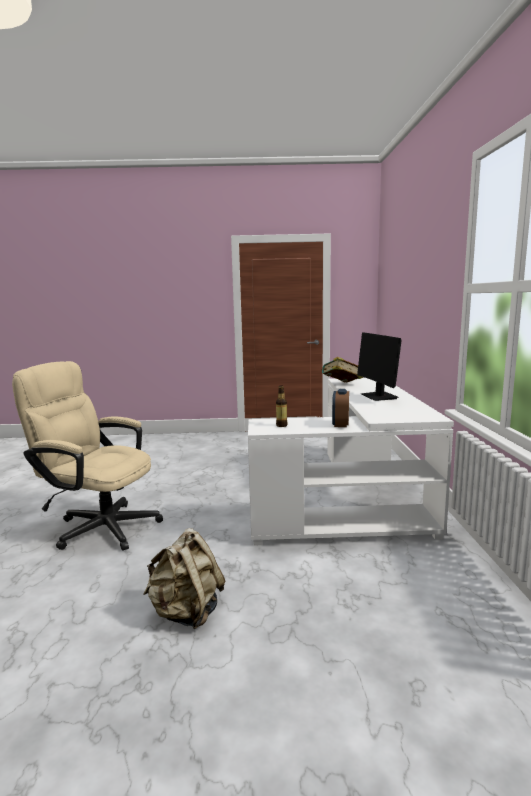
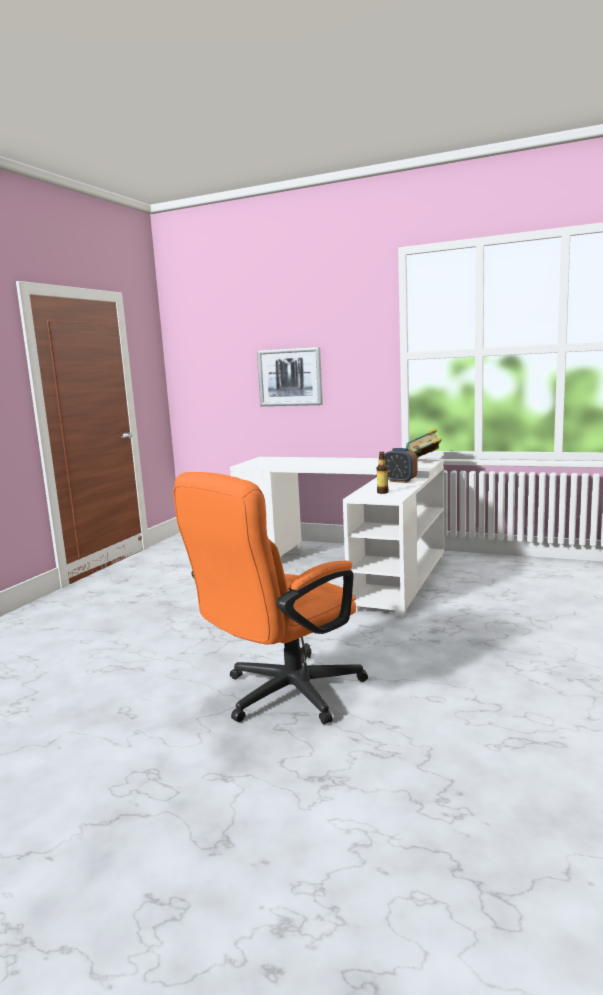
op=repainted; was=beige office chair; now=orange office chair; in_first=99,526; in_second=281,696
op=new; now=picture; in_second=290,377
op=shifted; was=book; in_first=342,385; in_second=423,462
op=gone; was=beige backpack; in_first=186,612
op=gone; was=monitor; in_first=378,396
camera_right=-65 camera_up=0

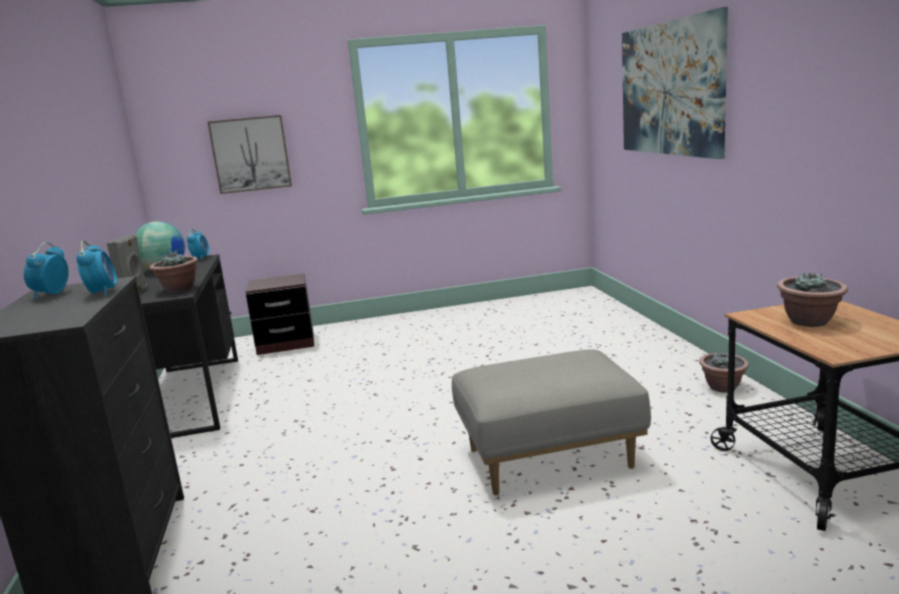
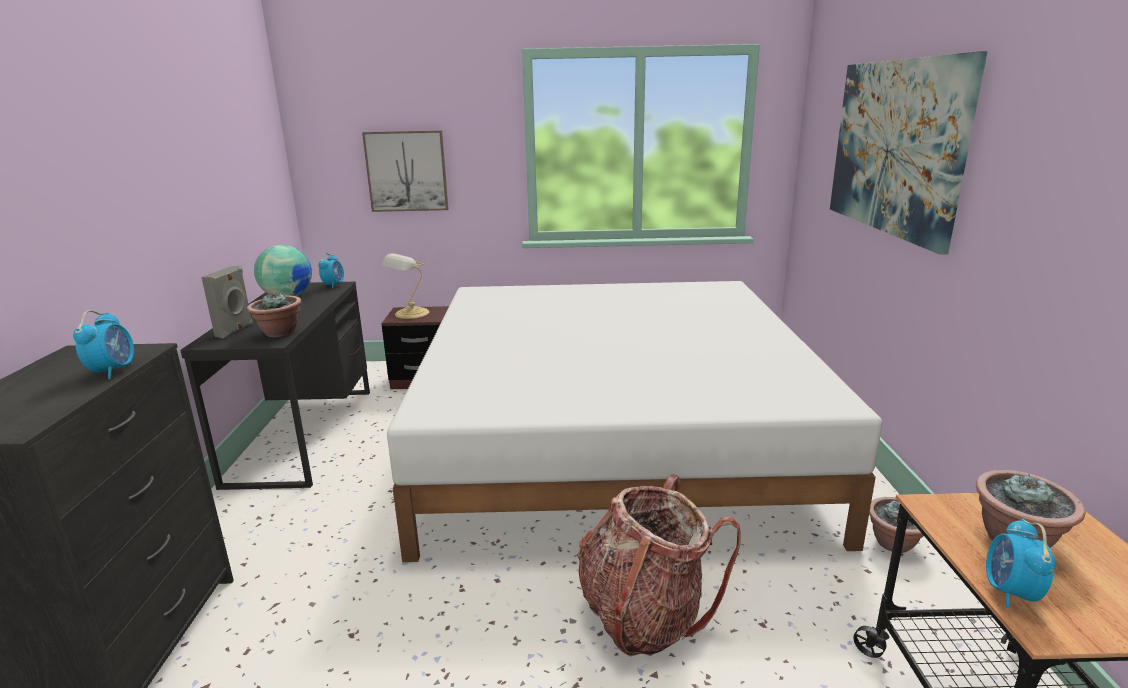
op=new; now=table lamp; in_second=410,314
op=new; now=white bed; in_second=613,436
op=swapped; was=grey ottoman; now=backpack; in_first=549,458; in_second=644,615
op=shifted; was=alarm clock; in_first=51,295; in_second=1010,593
camera_right=10 camera_up=5

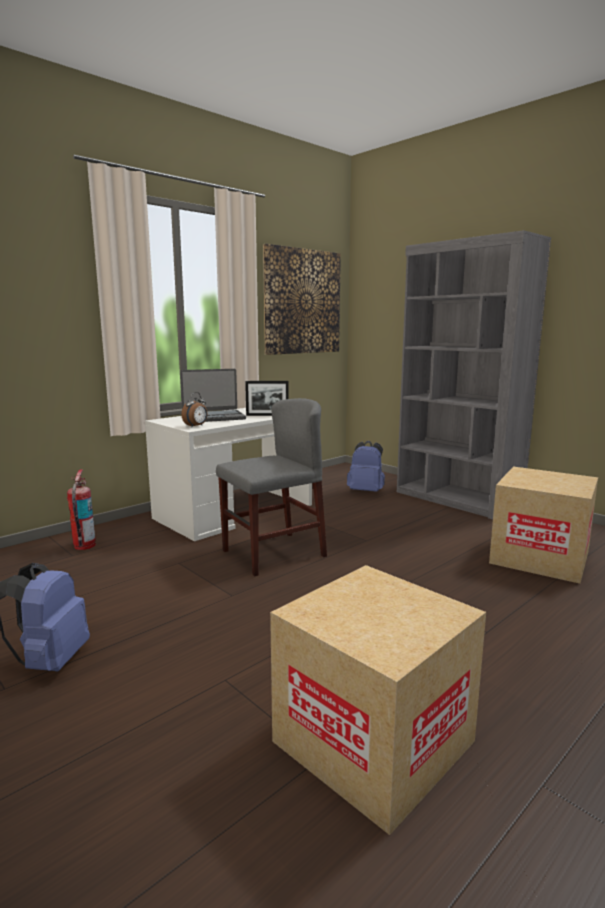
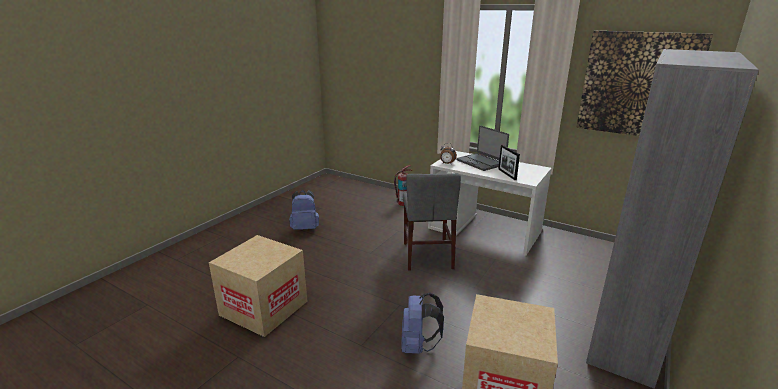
op=shifted; was=blue backpack; in_first=366,491; in_second=418,346
op=rotated; was=grey chair; in_first=273,553; in_second=427,255; clockwise=45
camera_right=75 camera_up=10

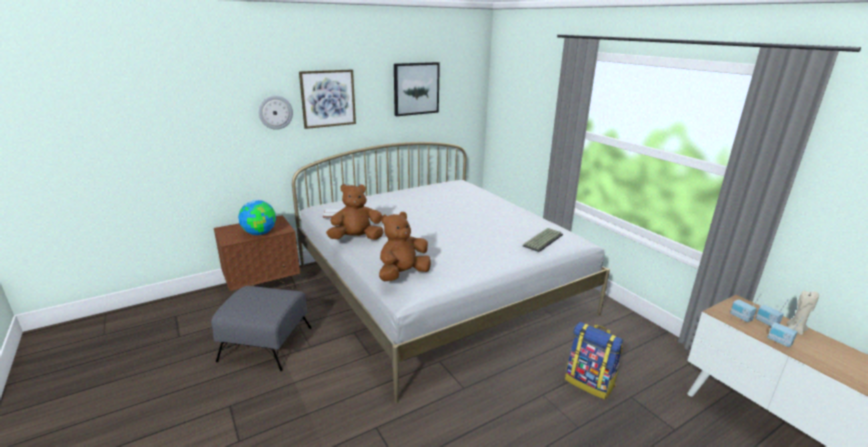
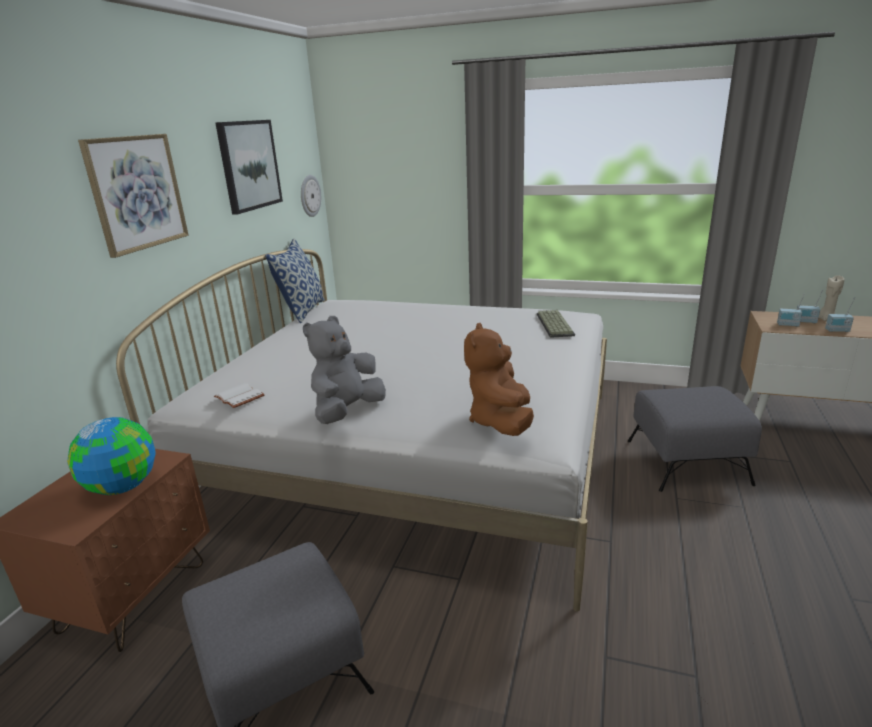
op=new; now=pillow; in_second=302,311
op=shifted; was=wall clock; in_first=275,112; in_second=309,196
op=repainted; was=brown plush toy; now=grey plush toy; in_first=356,238; in_second=347,411
op=swapped; was=backpack; now=grey ottoman; in_first=590,383; in_second=688,462
camera_right=-40 camera_up=0

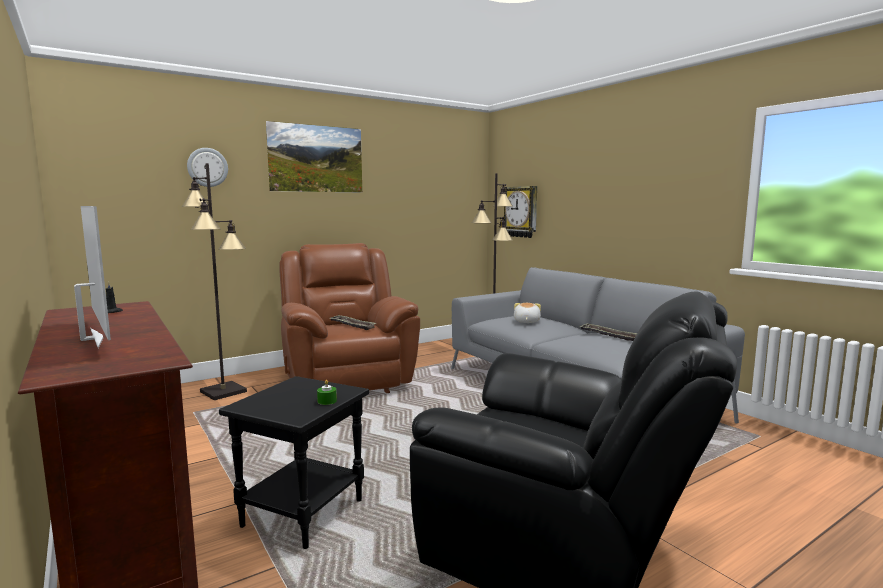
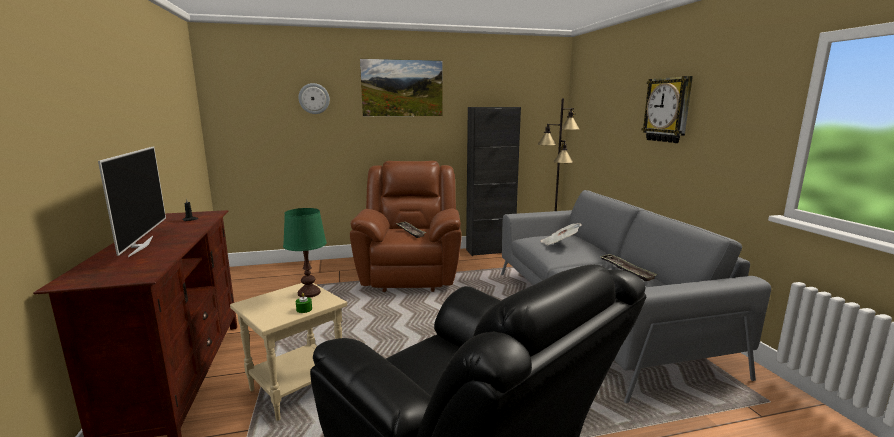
op=repainted; was=black side table; now=beige side table; in_first=303,514; in_second=297,390
op=new; now=green table lamp; in_second=308,293
op=new; now=black cabinet; in_second=490,251
op=swapped; was=plush toy; now=newspaper; in_first=526,322; in_second=559,244
op=shifted; was=wall clock; in_first=521,212; in_second=668,110
op=gone; was=black floor lamp; in_first=223,391
camera_right=20 camera_up=5

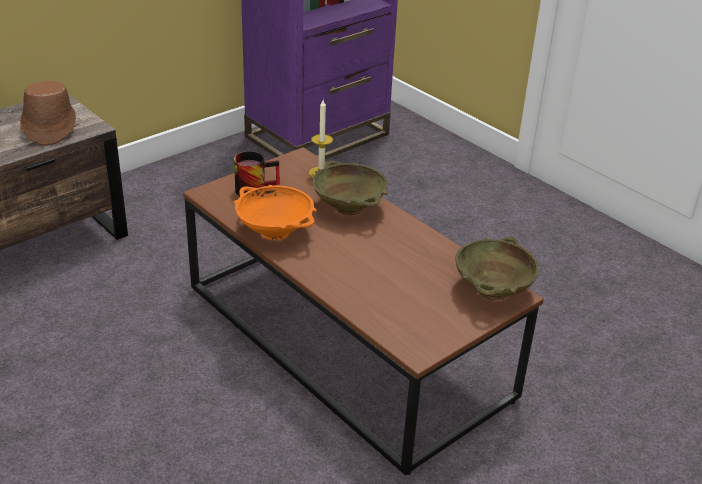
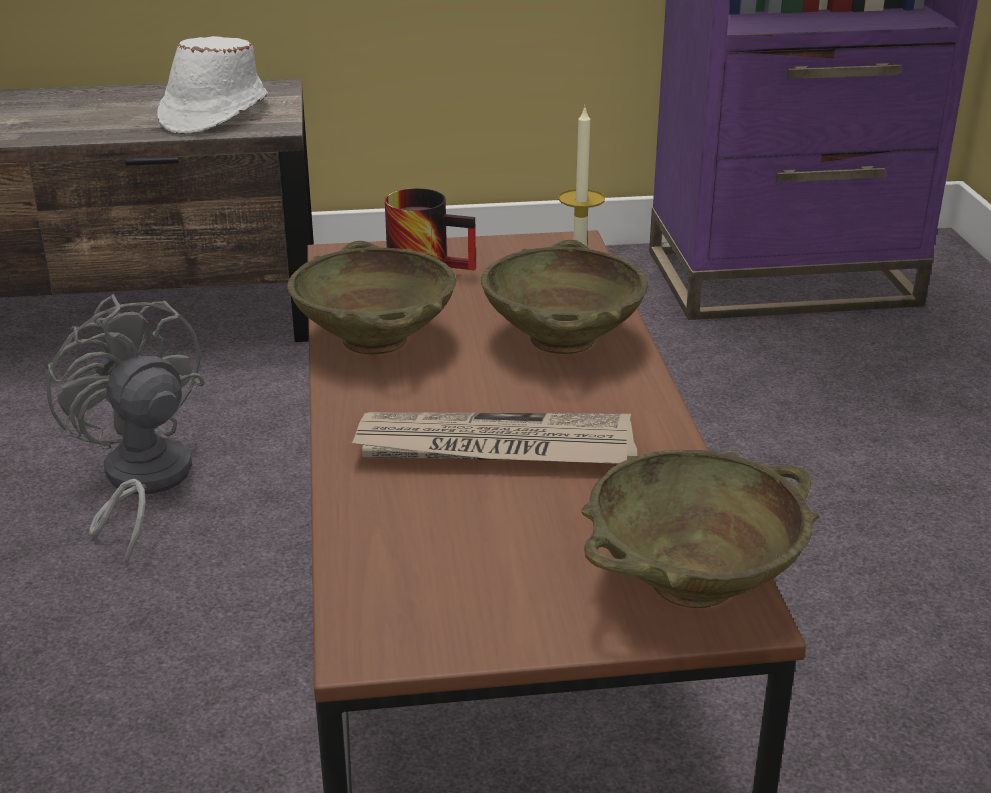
op=new; now=grey fan; in_second=140,484
op=repainted; was=brown hat; now=white hat; in_first=48,127; in_second=213,114
op=repainted; was=orange bowl; now=beige bowl; in_first=274,231; in_second=375,339
op=new; now=newspaper; in_second=494,448
camera_right=35 camera_up=-5

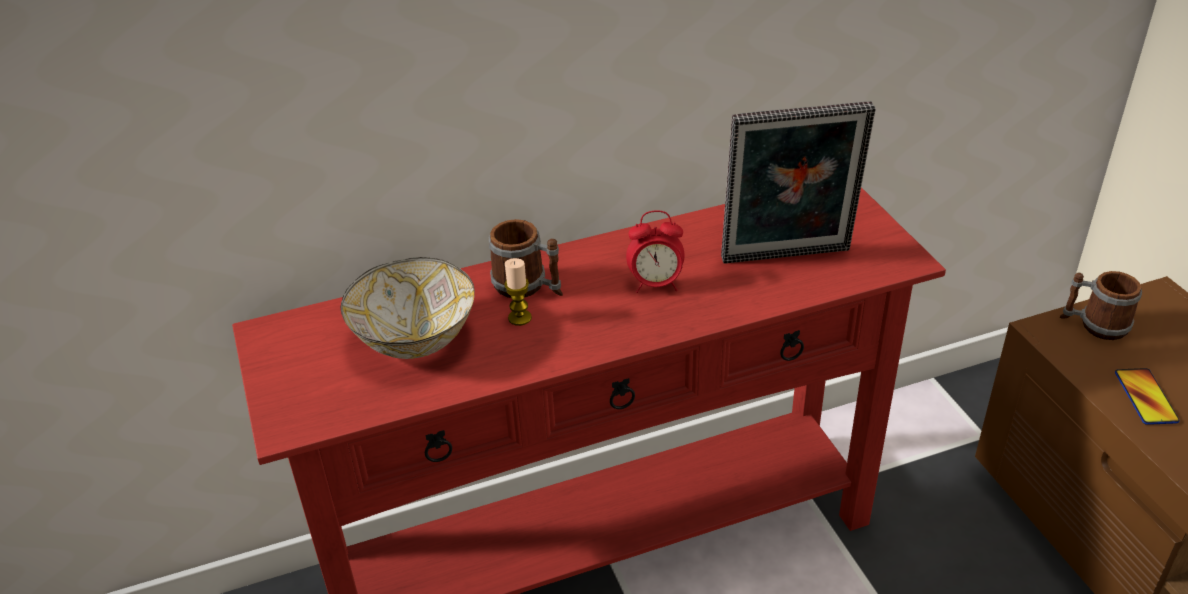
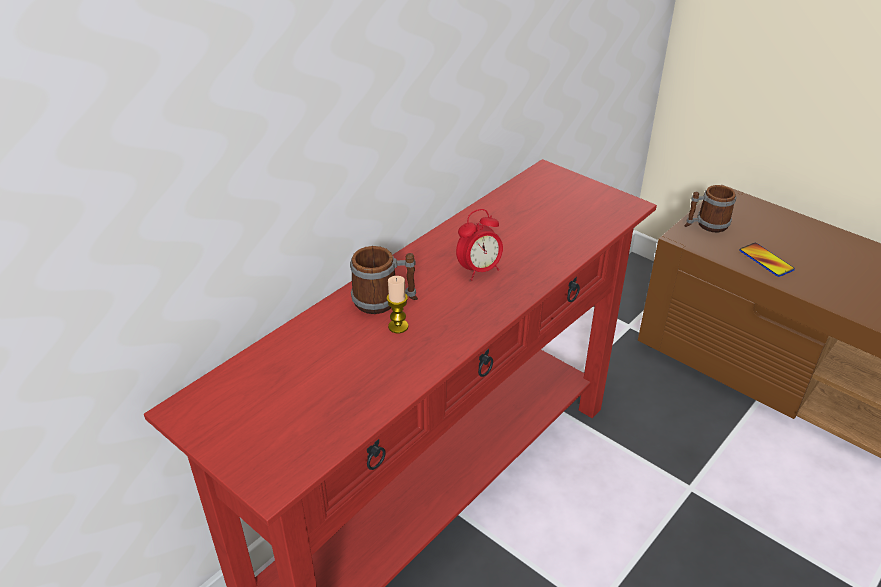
op=gone; was=bowl; in_first=413,340
op=gone; was=picture frame; in_first=787,258
camera_right=-30 camera_up=0

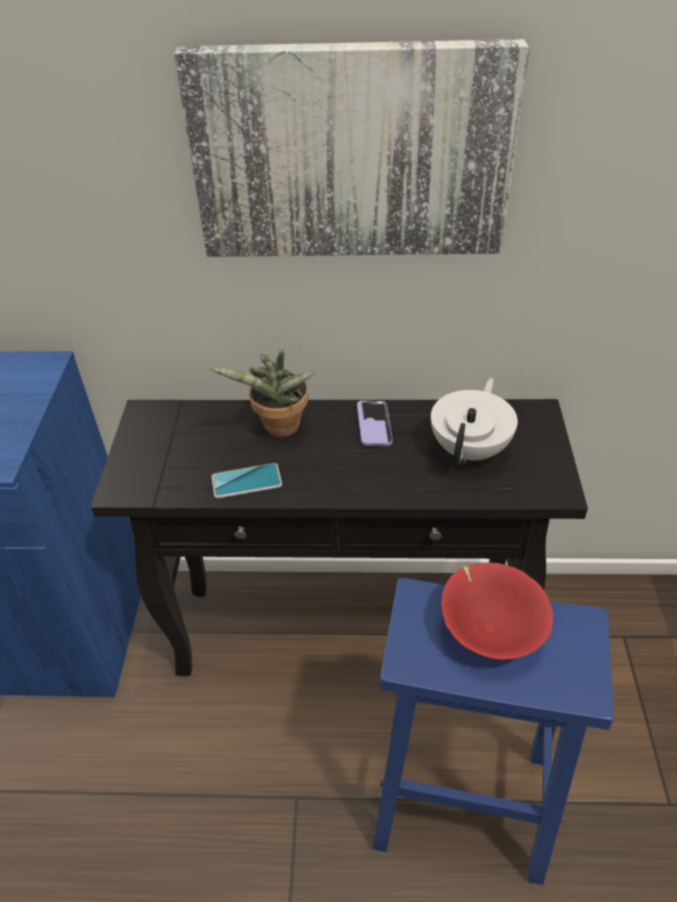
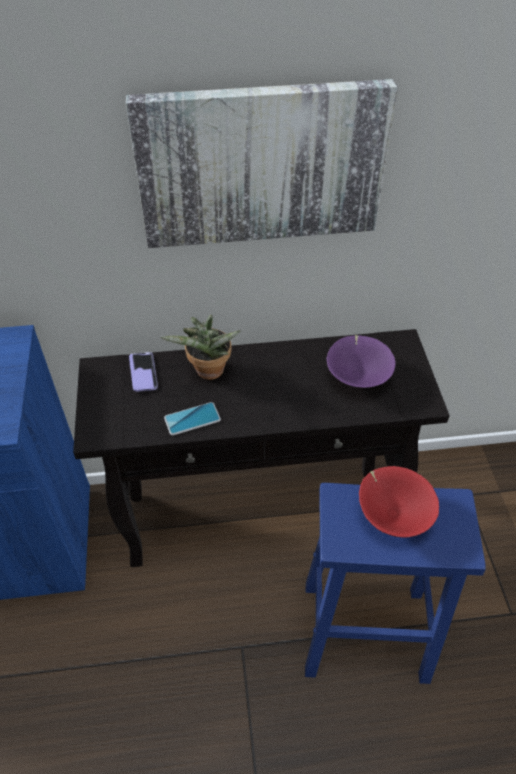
op=shifted; was=phone; in_first=374,424; in_second=143,373
op=swapped; was=white teapot; now=purple bowl; in_first=470,449; in_second=358,376
camera_right=-10 camera_up=5

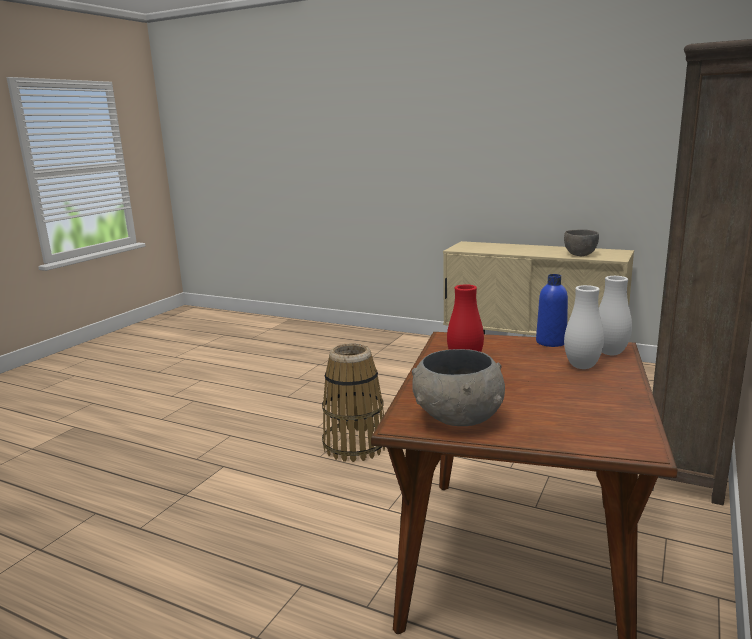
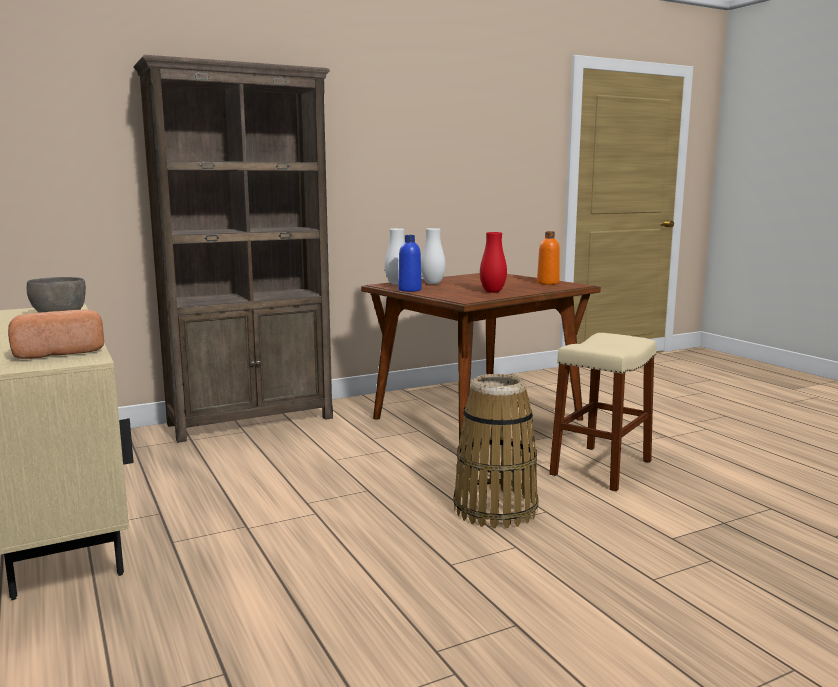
op=new; now=bread; in_second=58,352
op=swapped; was=grey bowl; now=orange bottle; in_first=458,418; in_second=548,283
op=new; now=beige stool; in_second=601,468
camera_right=-145 camera_up=-5

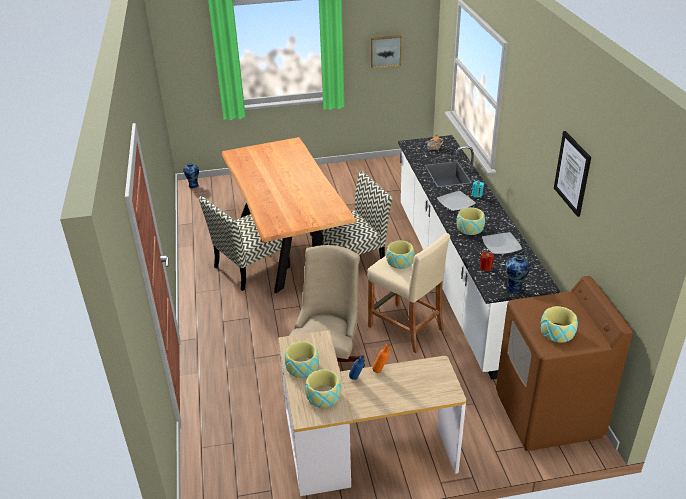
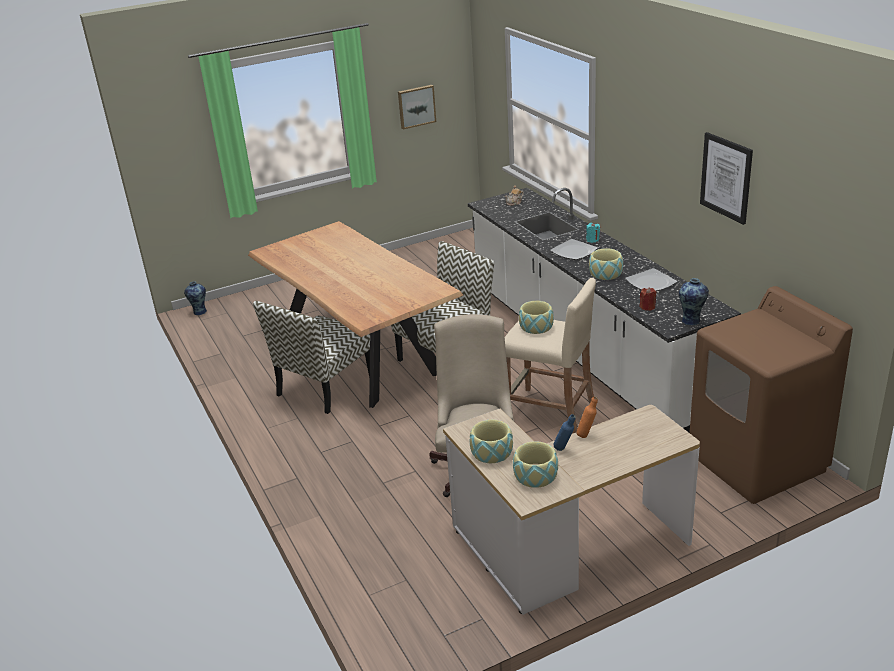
op=gone; was=bowl; in_first=557,332
camera_right=-15 camera_up=-5

